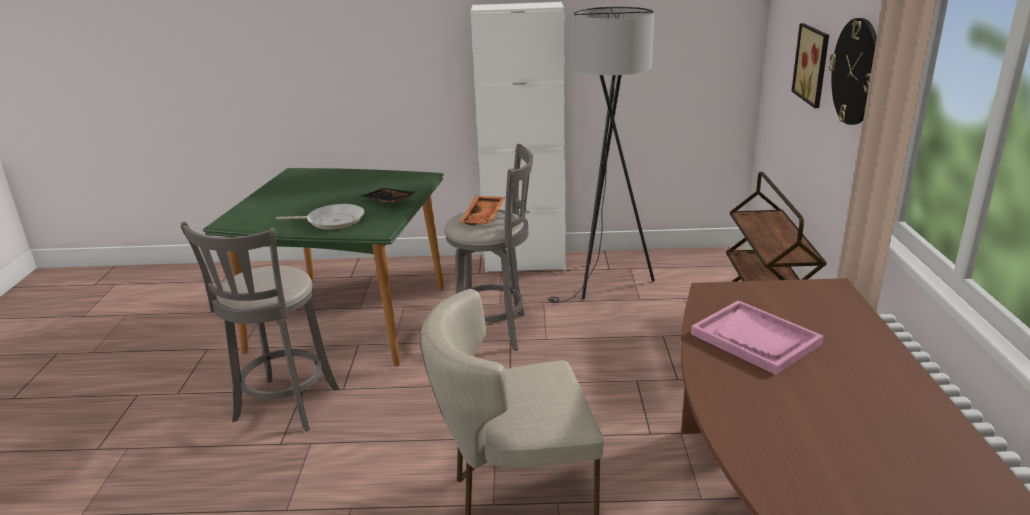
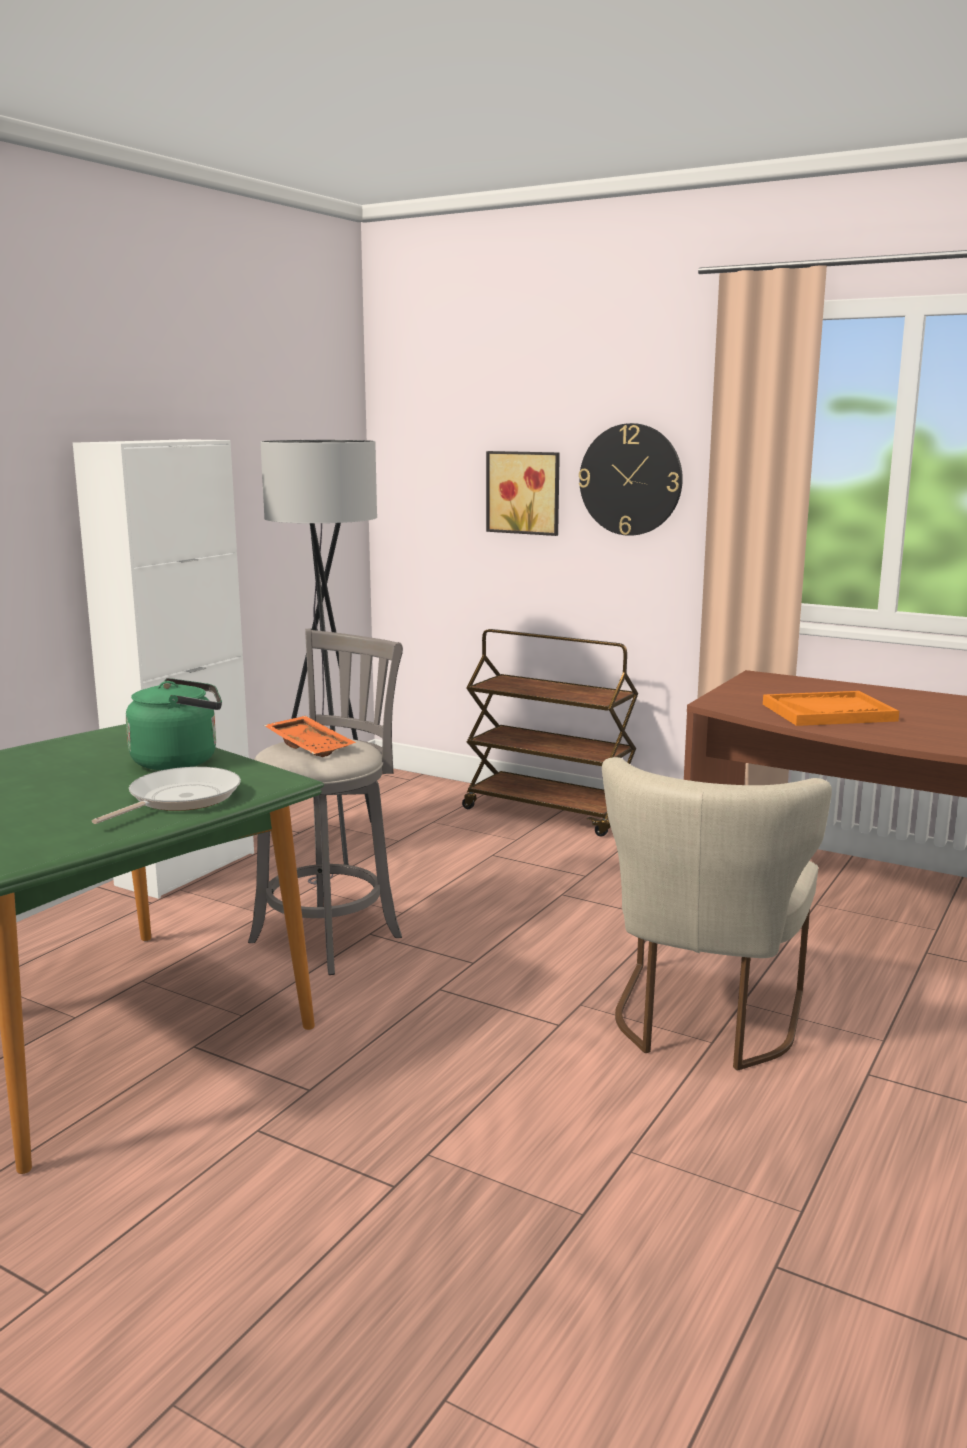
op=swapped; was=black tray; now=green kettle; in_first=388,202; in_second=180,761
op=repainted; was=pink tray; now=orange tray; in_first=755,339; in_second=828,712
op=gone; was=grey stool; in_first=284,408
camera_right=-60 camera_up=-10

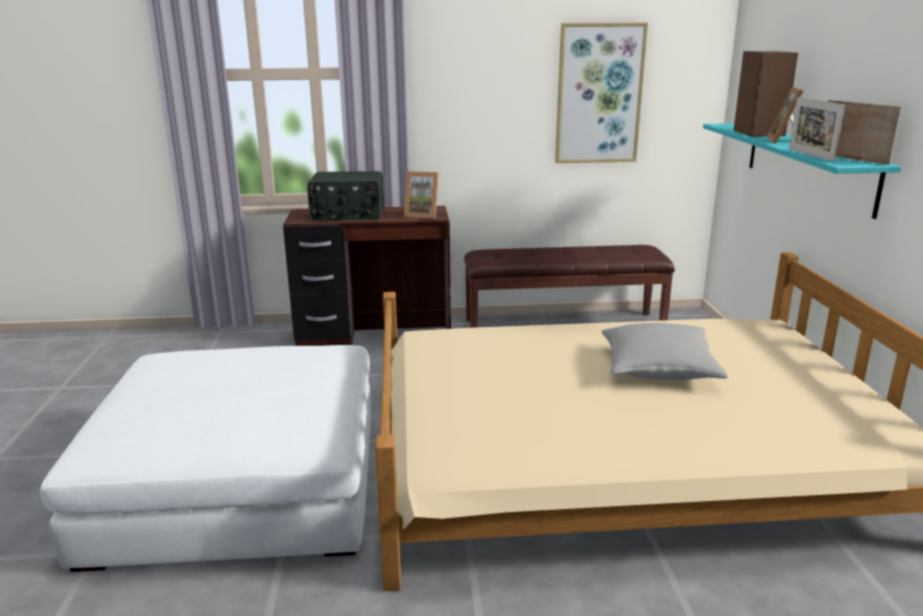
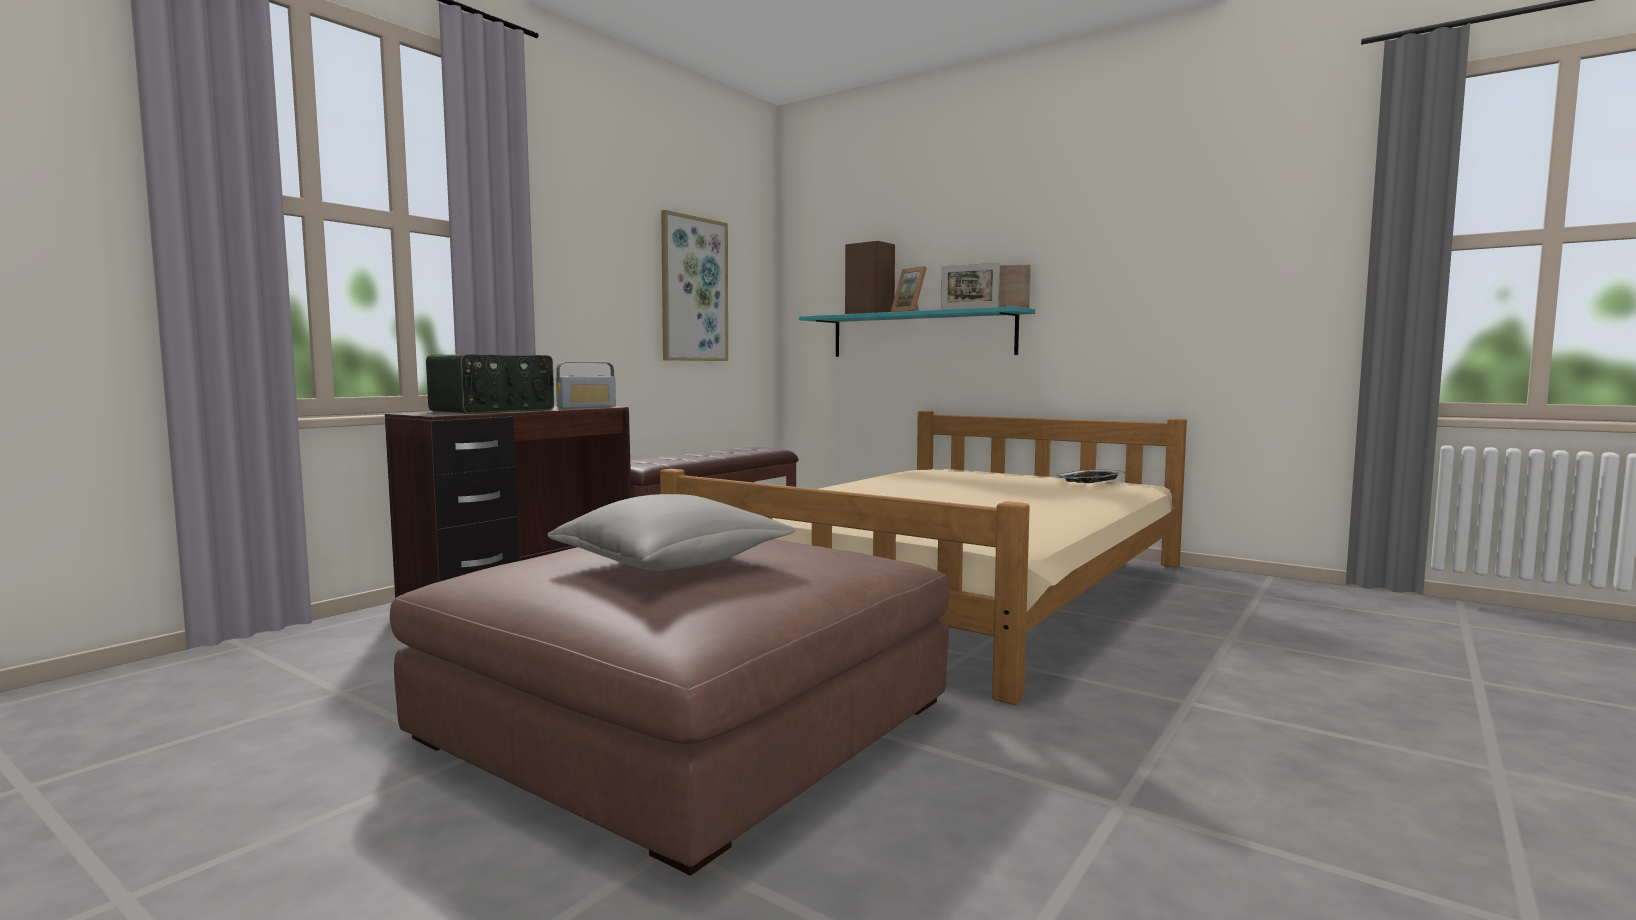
op=repainted; was=white ottoman; now=brown ottoman; in_first=242,482; in_second=687,719
op=shifted; was=grey pillow; in_first=658,369; in_second=672,562
op=swapped; was=picture frame; now=radio; in_first=422,215; in_second=586,407
op=new; now=tray; in_second=1091,481
camera_right=-50 camera_up=-15

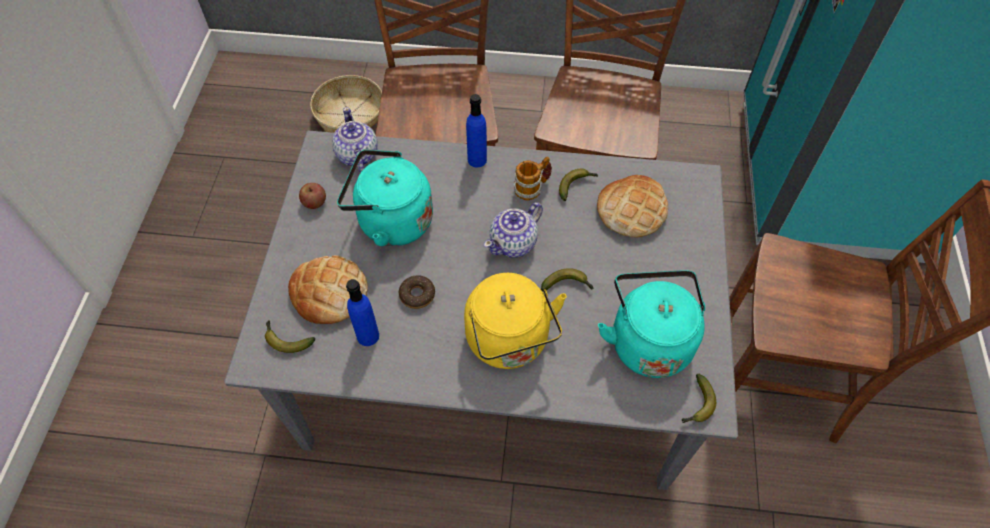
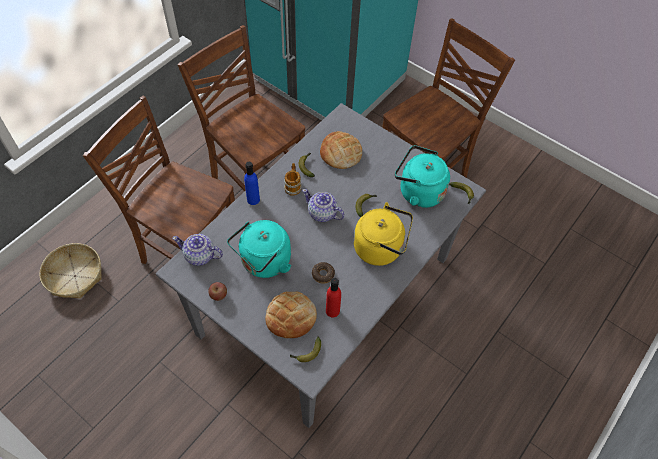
op=rotated; was=teapot; in_first=514,243; in_second=322,213; clockwise=135
op=repainted; was=blue bottle; now=red bottle; in_first=368,336; in_second=332,311
camera_right=-60 camera_up=0

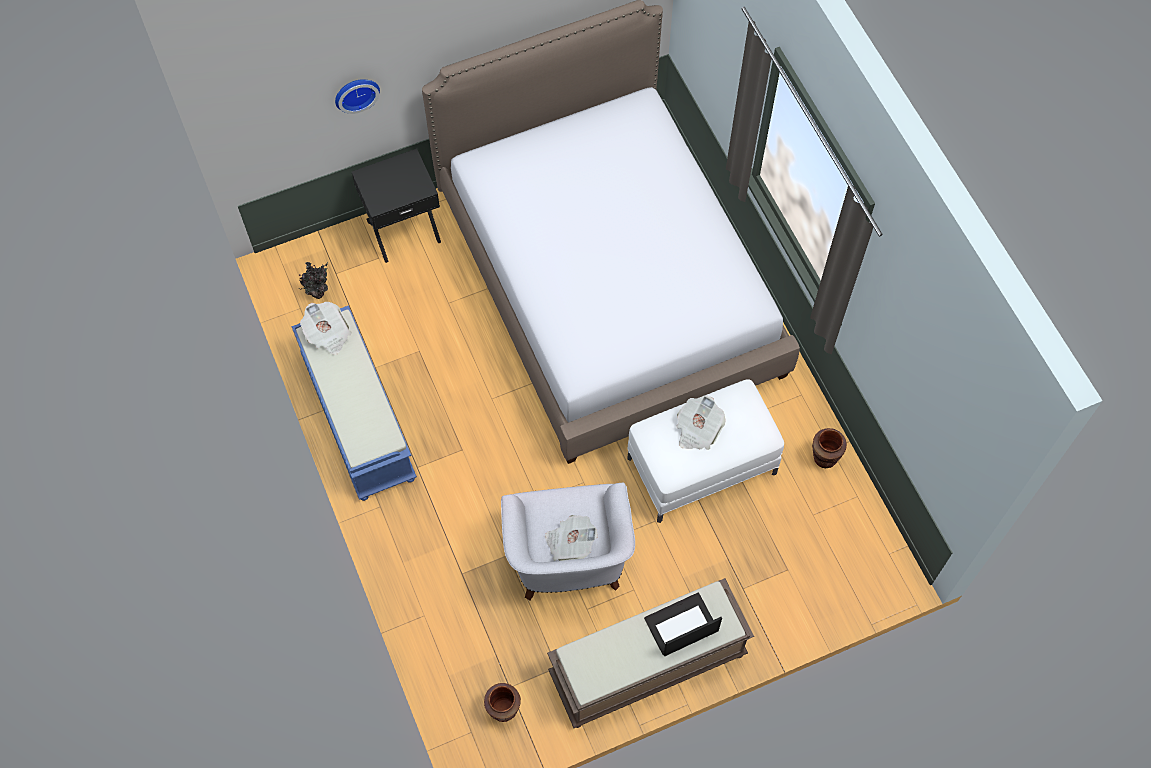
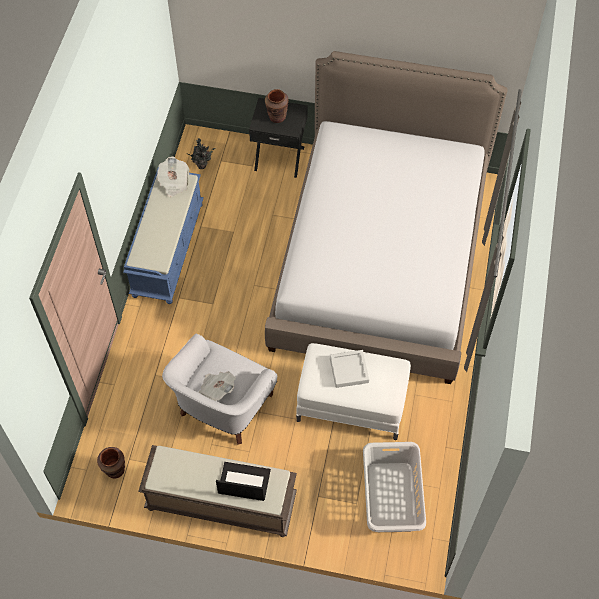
op=shifted; was=brown vase; in_first=824,458; in_second=277,117
op=swapped; was=newspaper; now=grey tray; in_first=697,430; in_second=349,370
op=new; now=grey laundry basket; in_second=392,496
op=gone; was=wall clock; in_first=356,92
camera_right=35 camera_up=-5

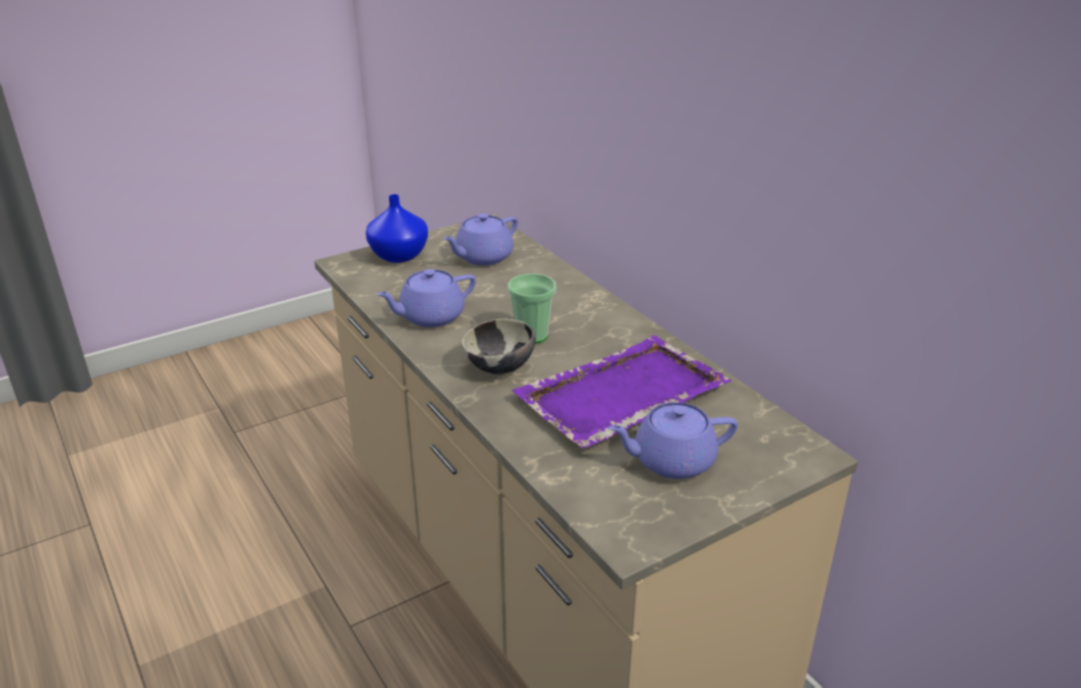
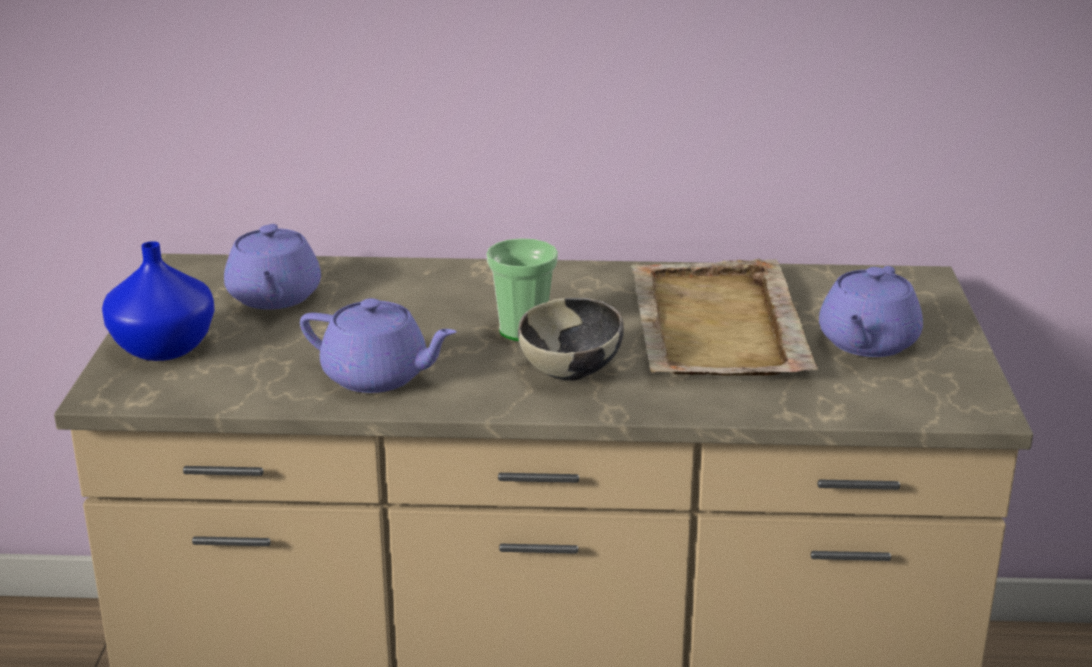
op=rotated; was=purple teapot; in_first=430,317; in_second=378,377; clockwise=-75
op=repainted; was=purple tray; now=beige tray; in_first=620,395; in_second=716,326
camera_right=-55 camera_up=-5

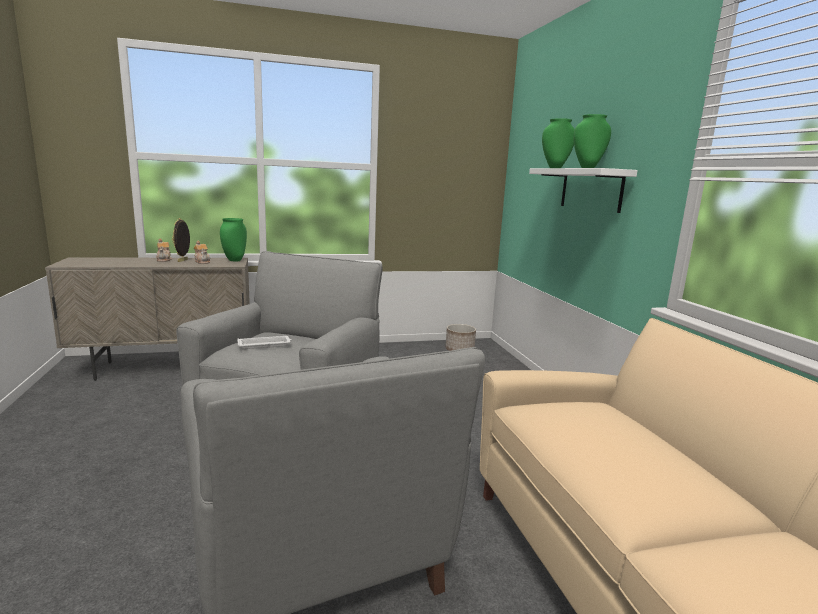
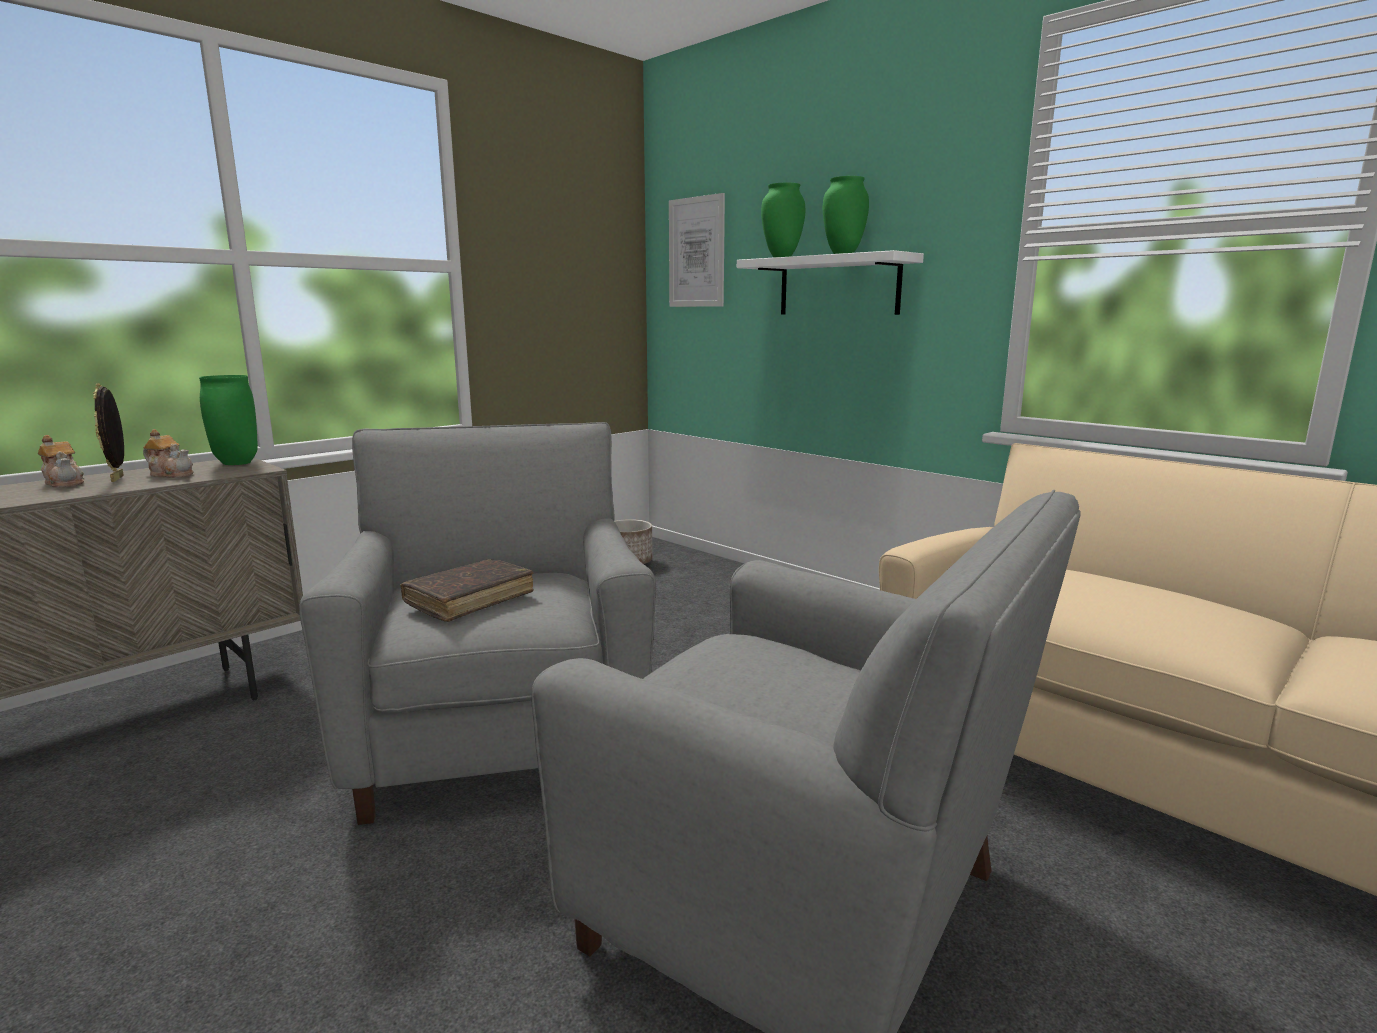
op=swapped; was=white tray; now=brown book; in_first=265,345; in_second=470,600
op=new; now=picture; in_second=696,252
camera_right=-30 camera_up=0

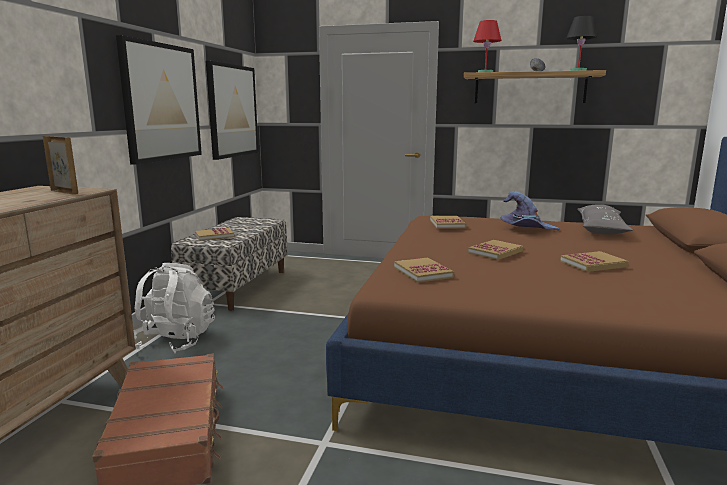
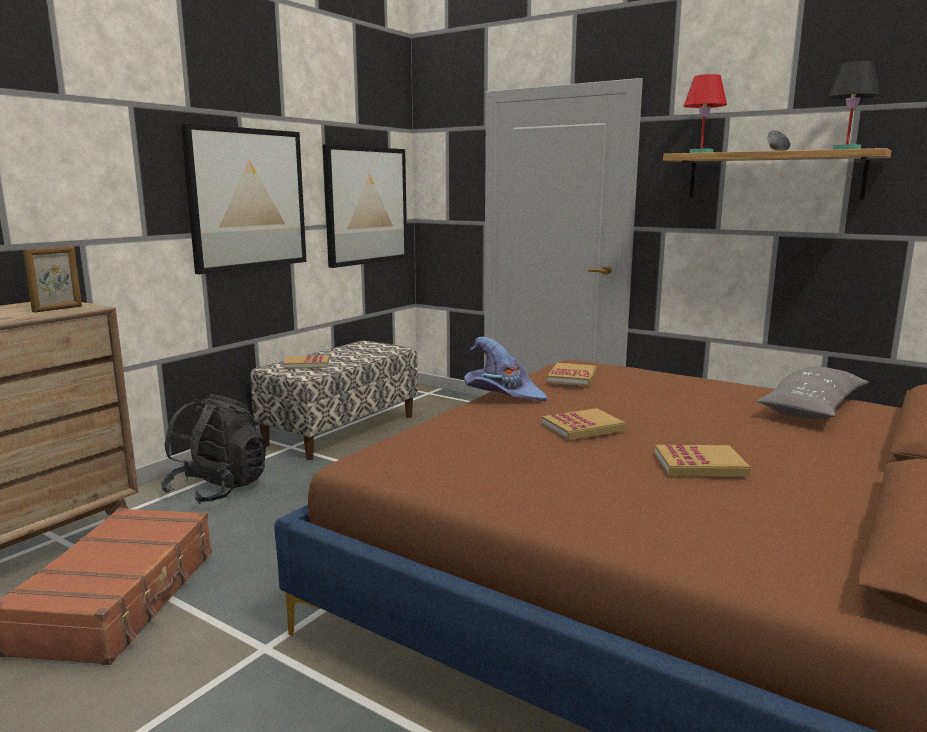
op=rotated; was=picture frame; in_first=64,192; in_second=58,309; clockwise=75
op=repainted; was=white backpack; now=black backpack; in_first=175,341; in_second=218,489
op=shifted; was=purple hat; in_first=526,229; in_second=502,394
op=gone; was=book; in_first=423,272
camera_right=20 camera_up=0

